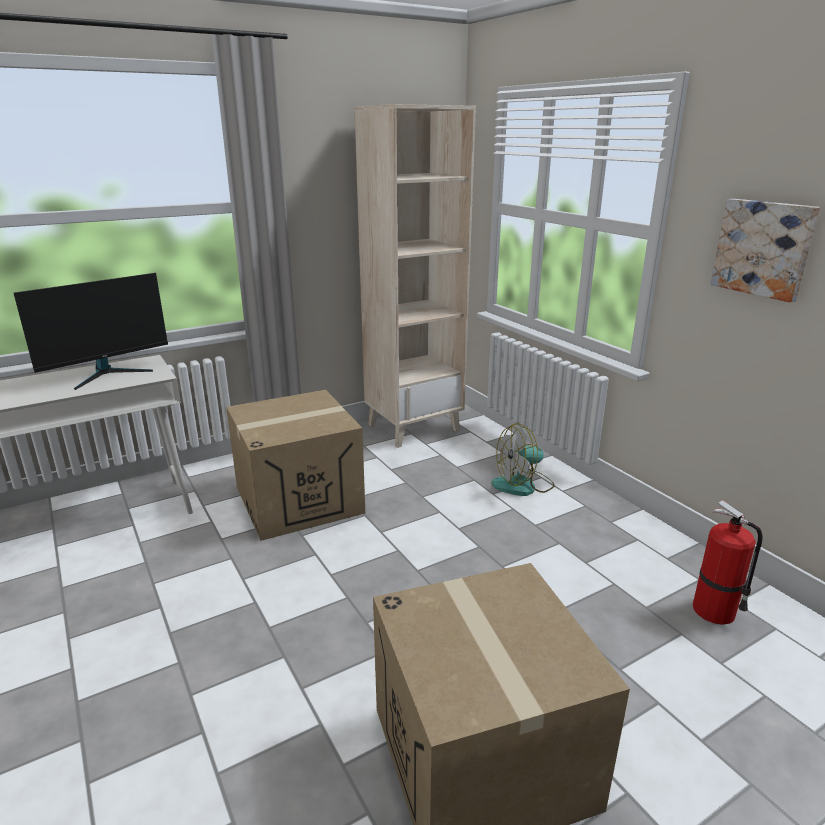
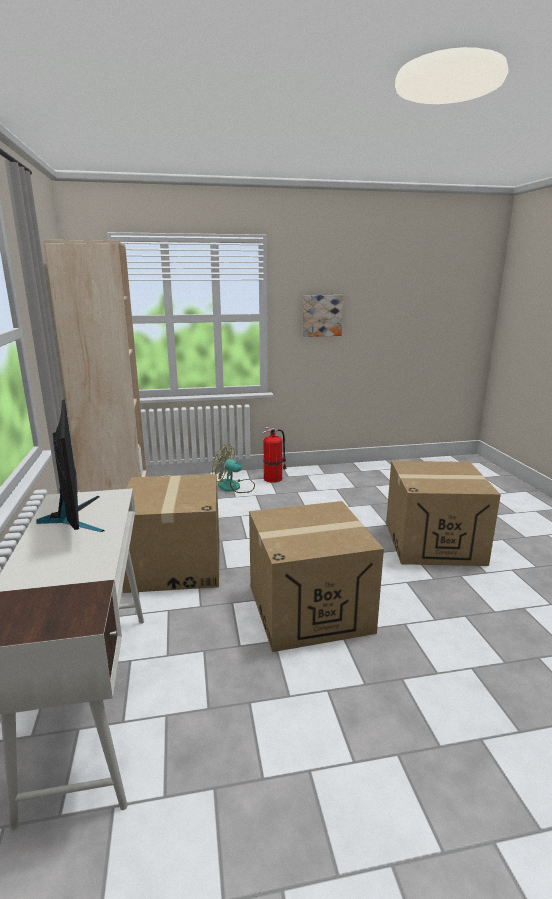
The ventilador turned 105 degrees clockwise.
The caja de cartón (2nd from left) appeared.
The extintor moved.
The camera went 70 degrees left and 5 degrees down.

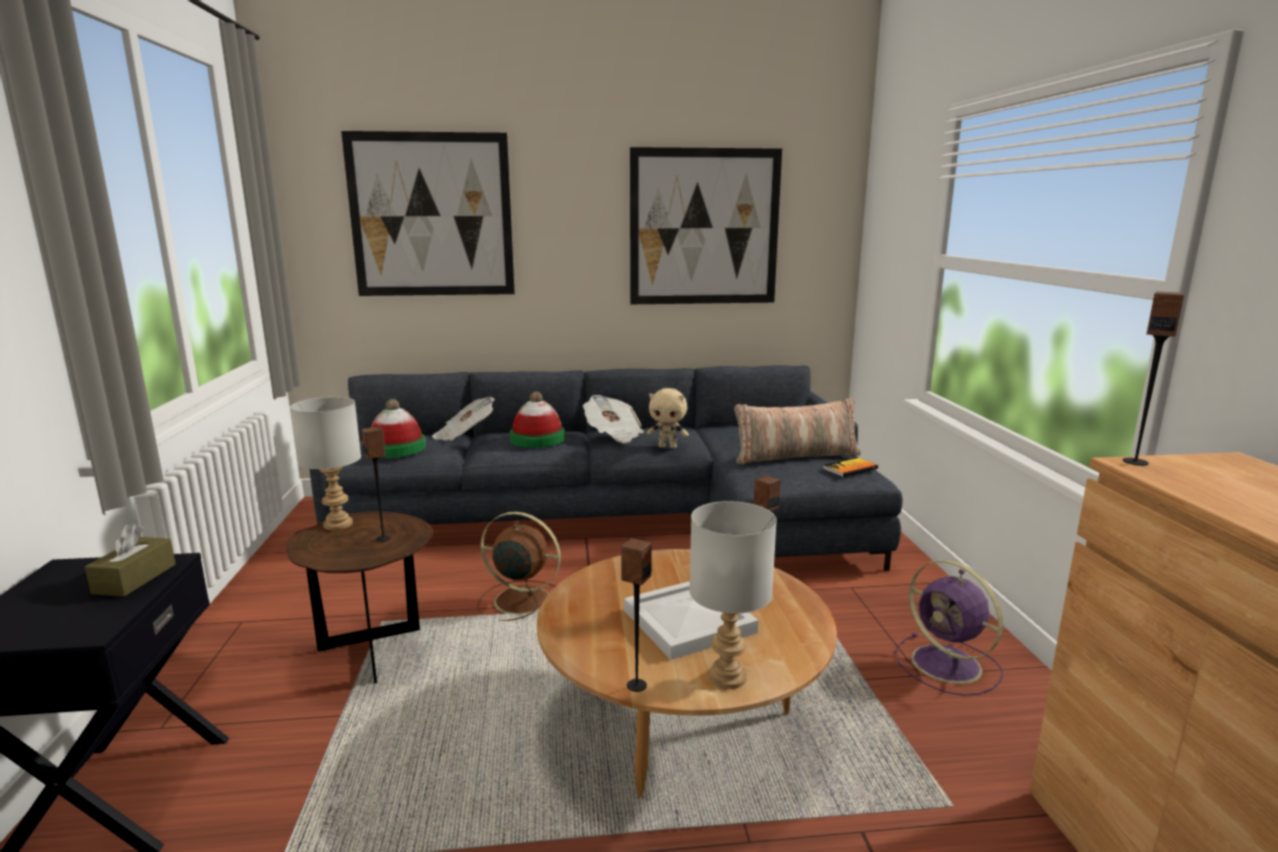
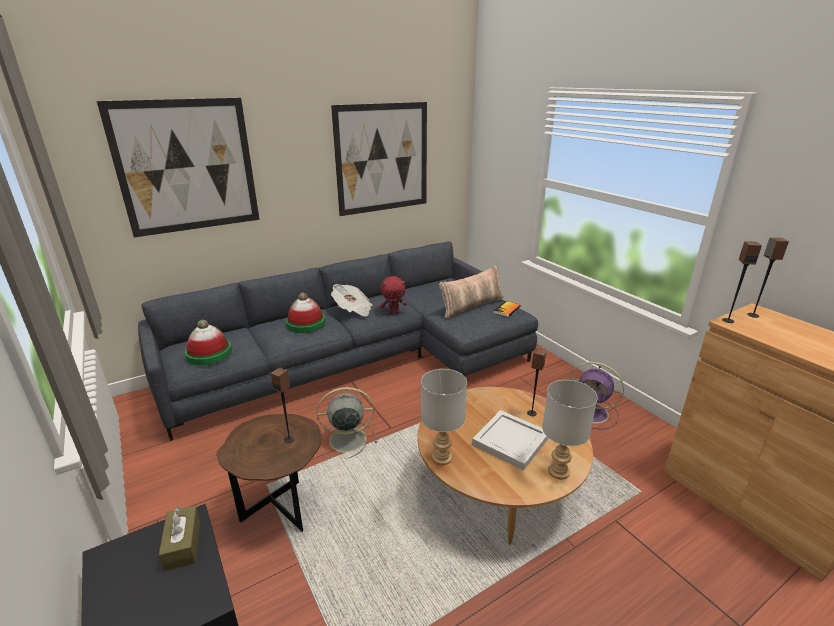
The ventilador/marrón became the ventilador/gris.
The peluche/beis became the peluche/rojo.
The lámpara de mesa/gris (1st from left) moved.
The altavoz (2nd from left in the first image) moved.
The periódico (1st from left) disappeared.
The camera went 25 degrees left and 10 degrees up.

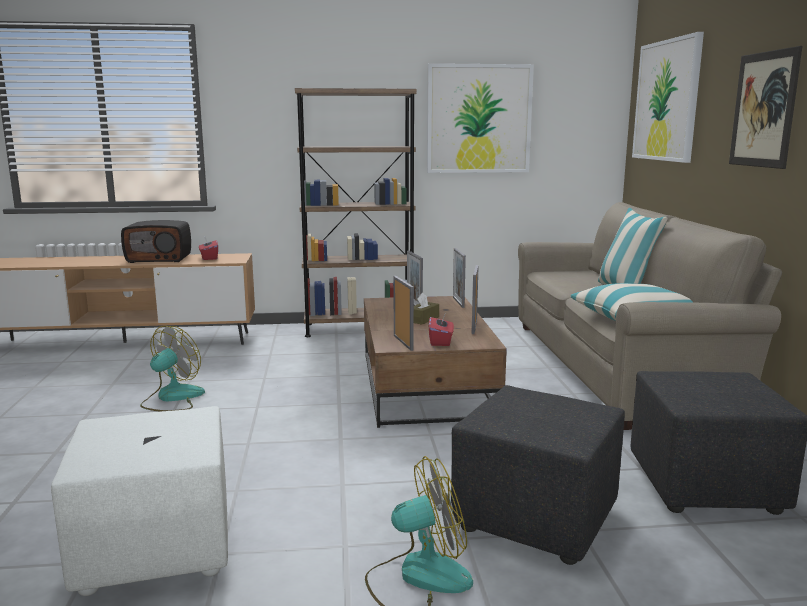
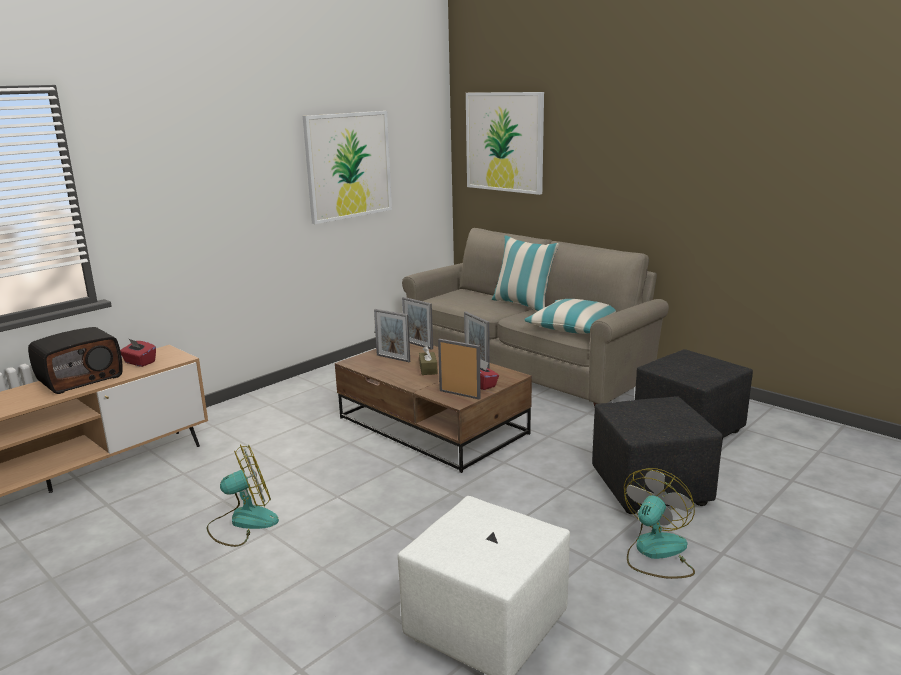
The ventilador (1st from left) turned 75 degrees clockwise.
The estantería/marrón disappeared.
The cuadro (3rd from left) disappeared.
The camera went 40 degrees left and 5 degrees up.

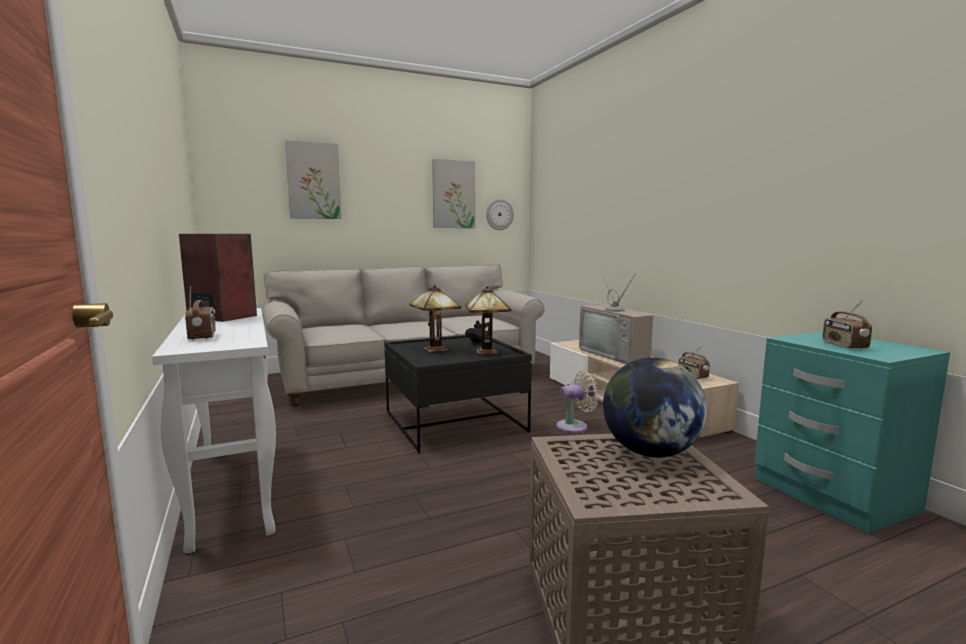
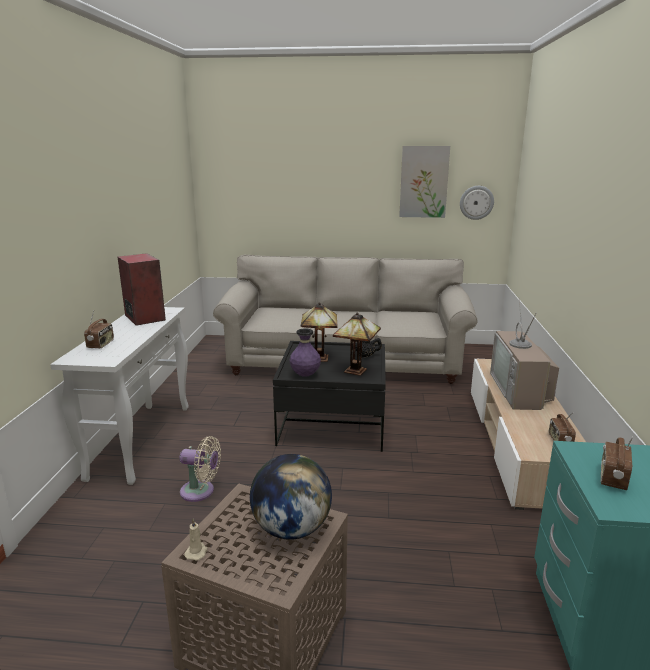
The ventilador/beis moved.
The vela/beis appeared.
The florero/morado appeared.
The cuadro (1st from left) disappeared.
The camera went 30 degrees right and 10 degrees up.

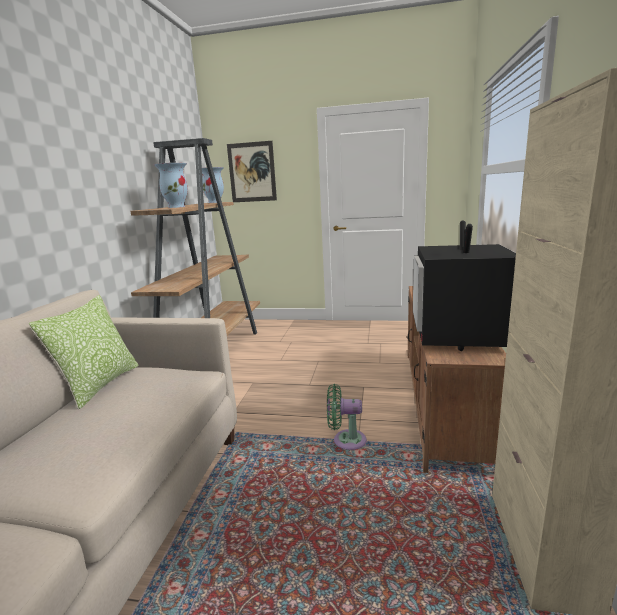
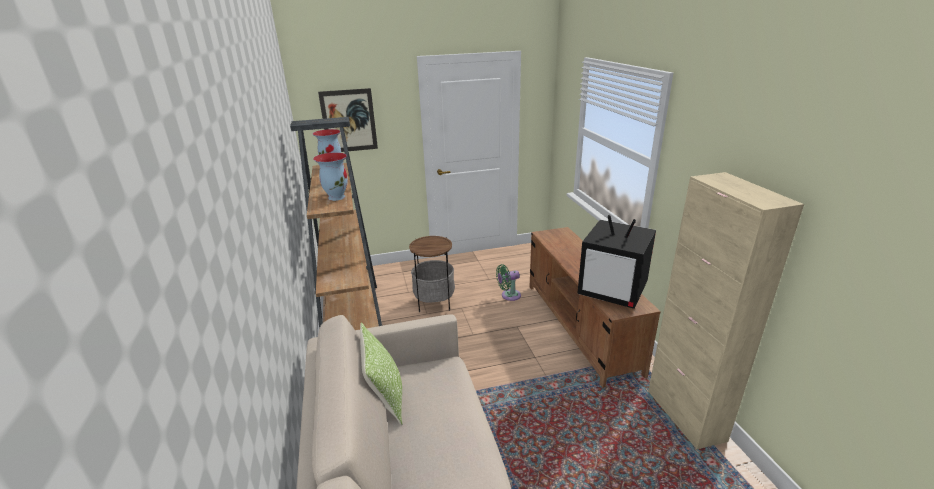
The mesa auxiliar appeared.
The ventilador/verde moved.
The televisor turned 45 degrees counterclockwise.
The camera went 25 degrees left and 10 degrees up.

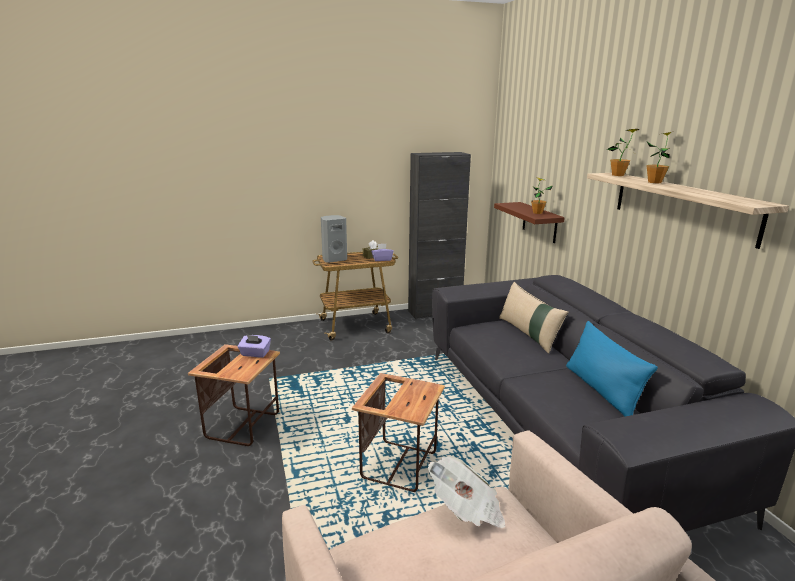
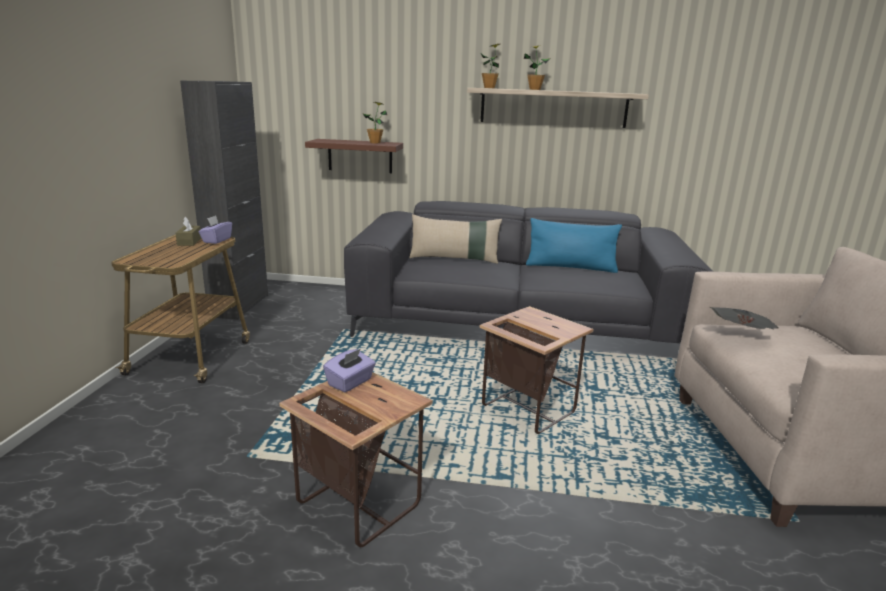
The altavoz/gris disappeared.
The camera went 65 degrees left and 0 degrees up.

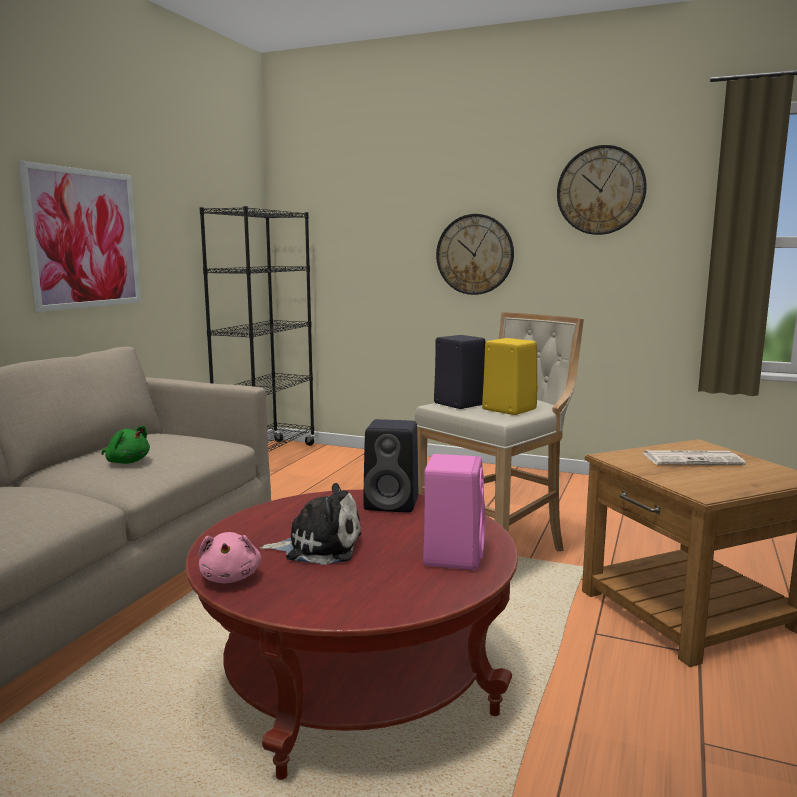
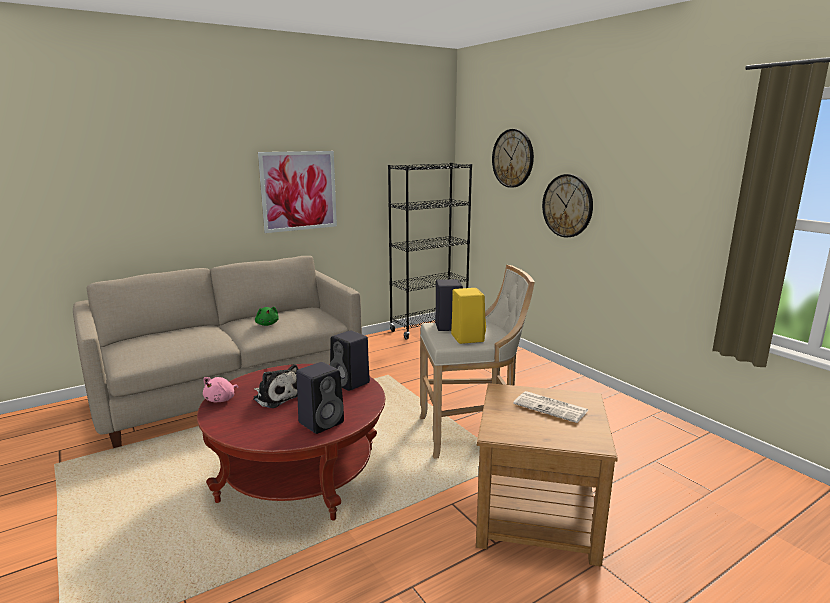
The altavoz/rosa became the altavoz/negro (1st from left).
The reloj de pared (2nd from left in the first image) moved.
The camera went 35 degrees right and 5 degrees up.

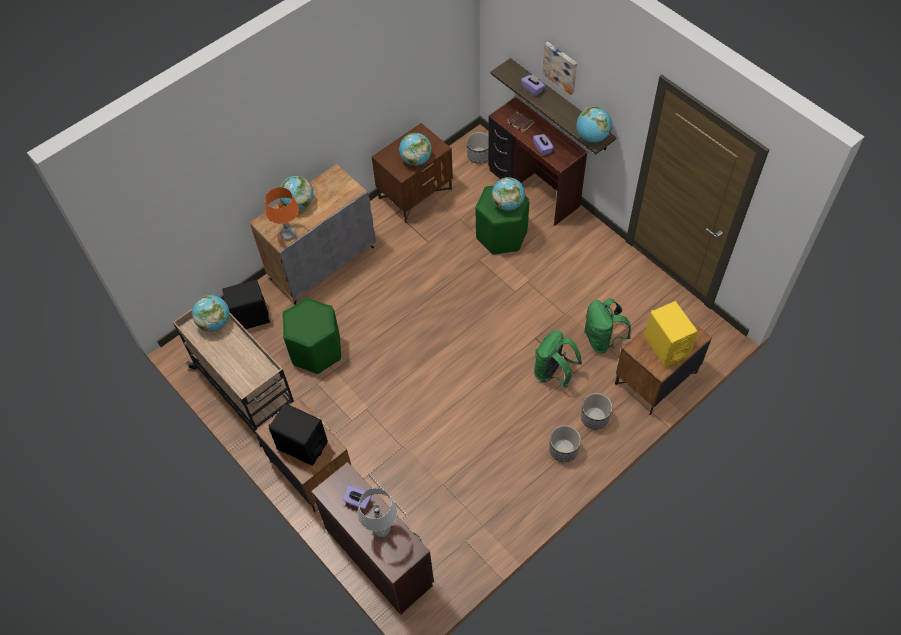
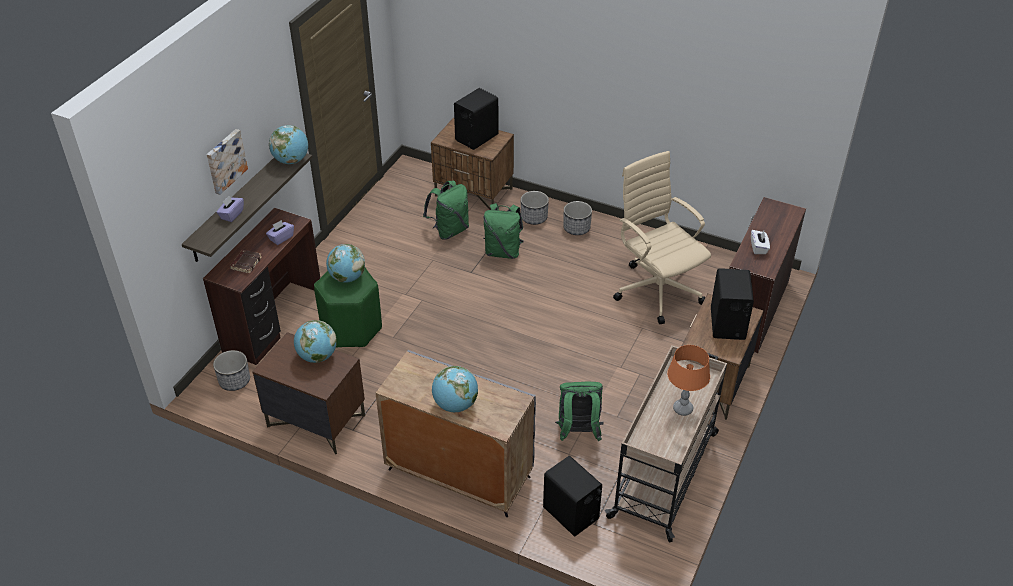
The altavoz/amarillo became the altavoz/negro (1st from left).
The taburete/verde (1st from left) was replaced by the mochila/verde (3rd from left).
The silla de oficina/beis appeared.
The lámpara de mesa/naranja moved.
The caja de pañuelos/morado (1st from left) became the caja de pañuelos/blanco.
The globo terráqueo (1st from left) disappeared.
The lámpara de mesa/gris disappeared.
The camera went 115 degrees left and 15 degrees down.

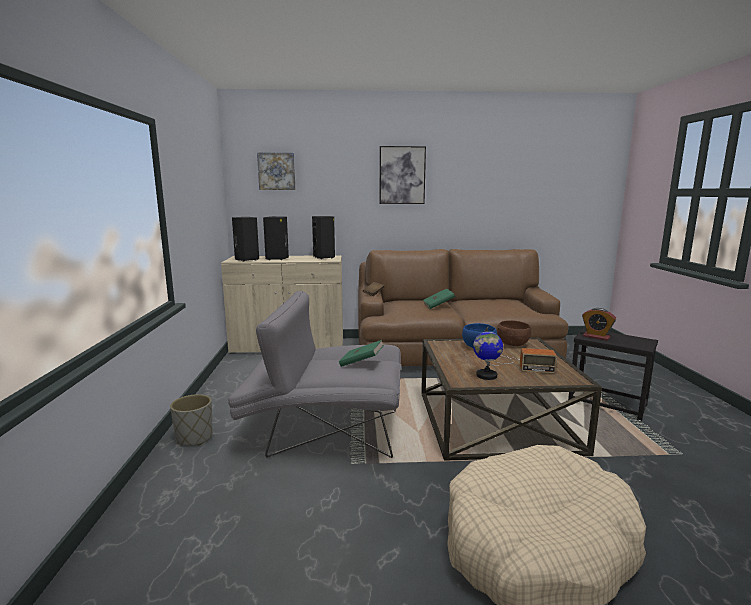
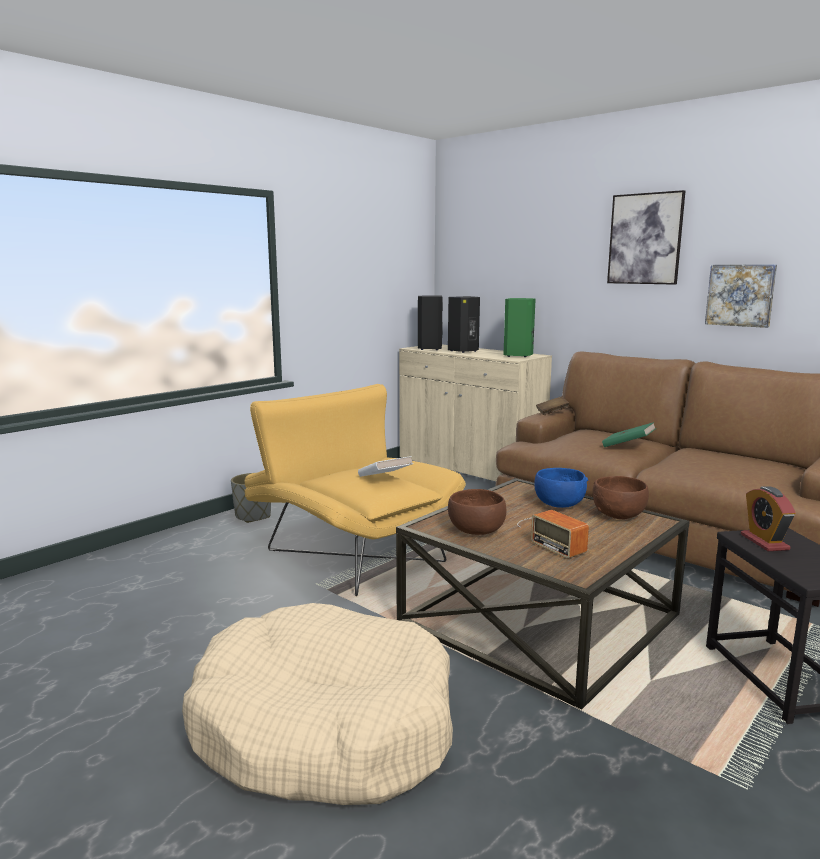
The sillón/gris became the sillón/amarillo.
The libro/verde (1st from left) became the libro/blanco.
The globo terráqueo was replaced by the cuenco/marrón (1st from left).
The altavoz/negro (3rd from left) became the altavoz/verde.
The cuadro (1st from left in the first image) moved.
The camera went 45 degrees right and 0 degrees up.

